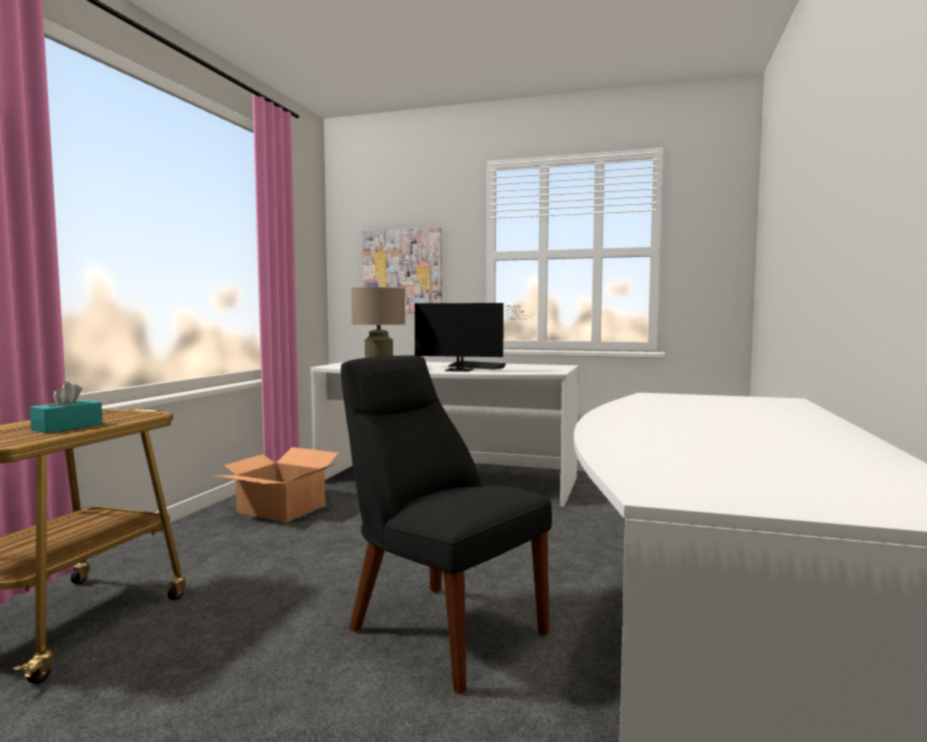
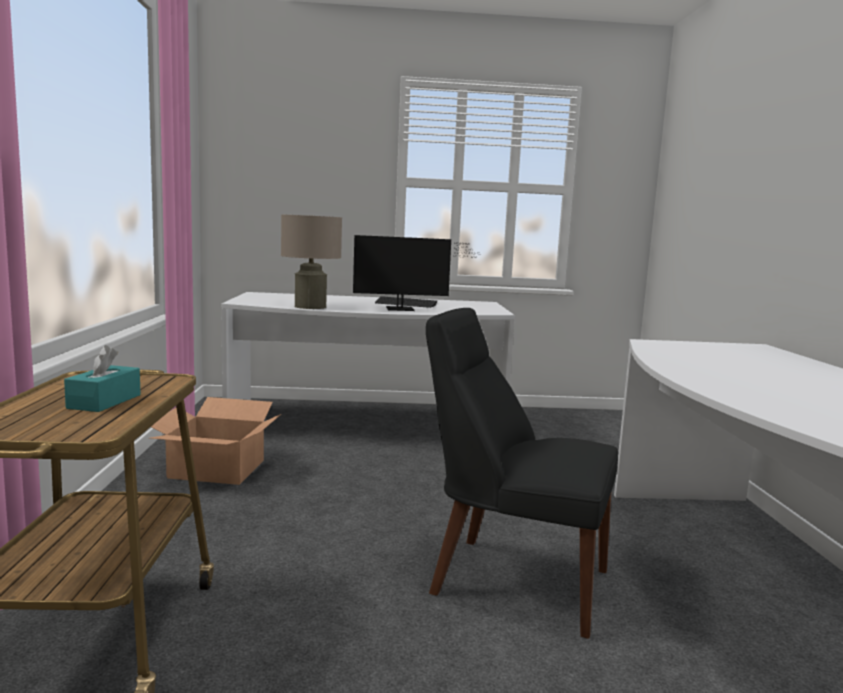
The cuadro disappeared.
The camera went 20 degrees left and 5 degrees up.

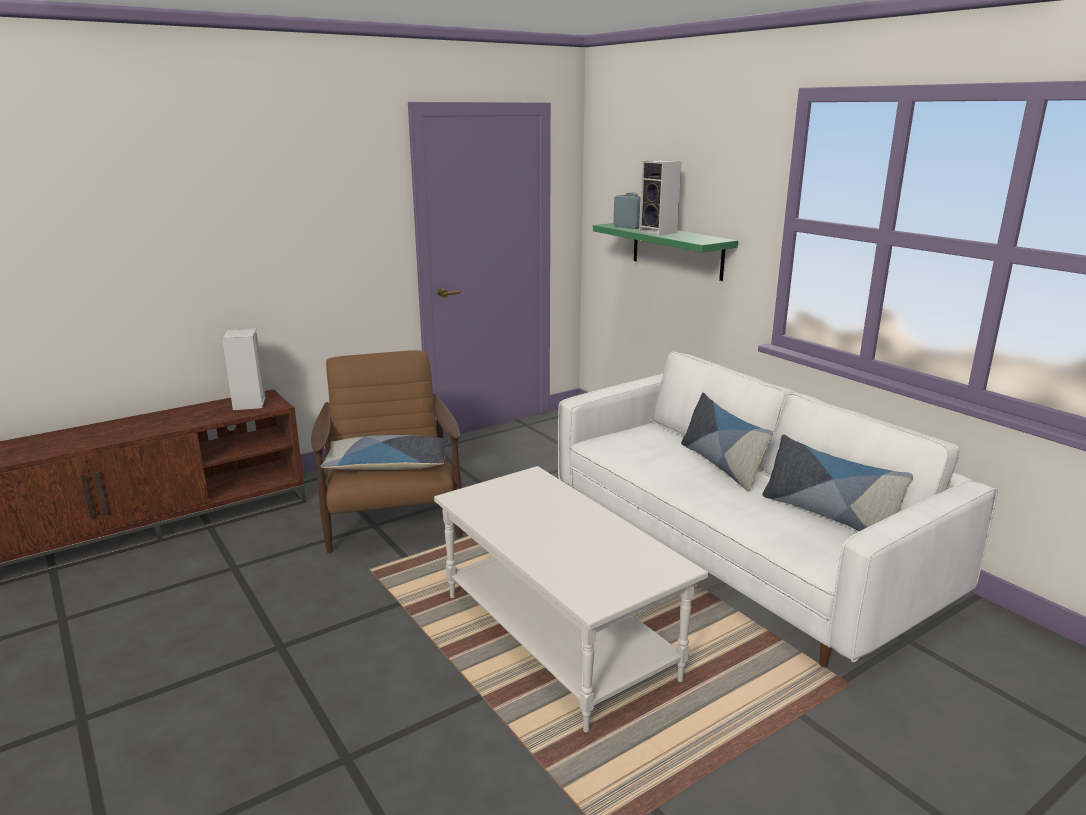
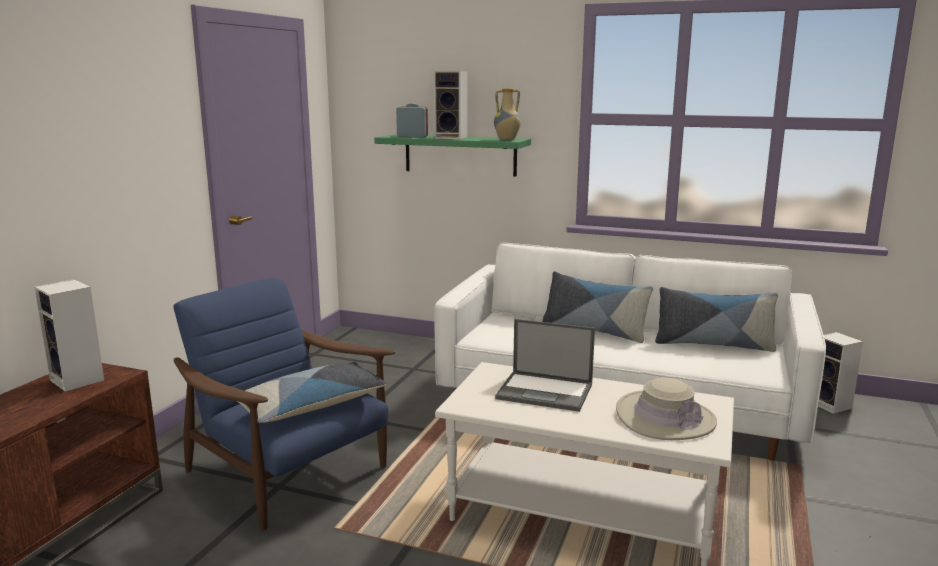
The sillón/marrón became the sillón/azul.
The florero appeared.
The portátil appeared.
The sombrero/beis appeared.
The altavoz (3rd from left) appeared.
The camera went 35 degrees left and 5 degrees down.

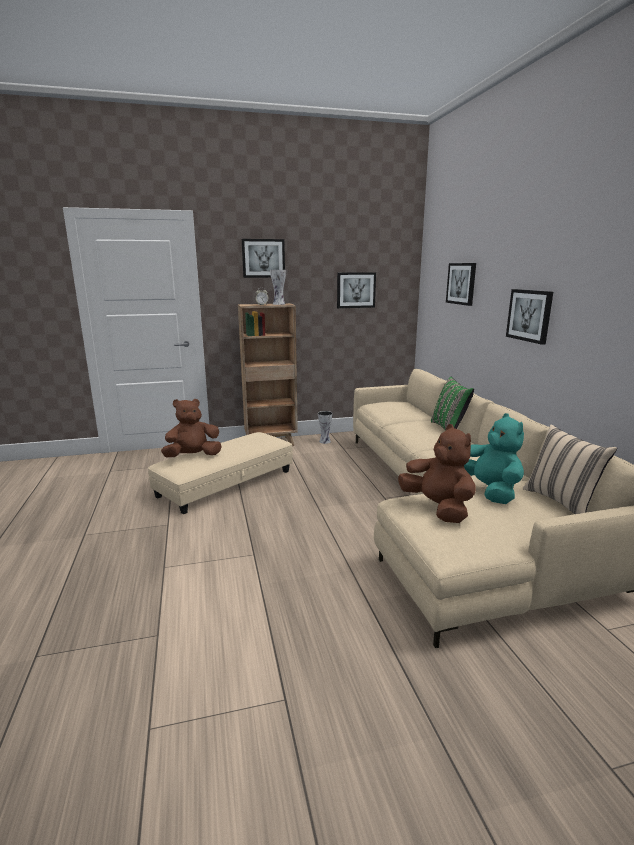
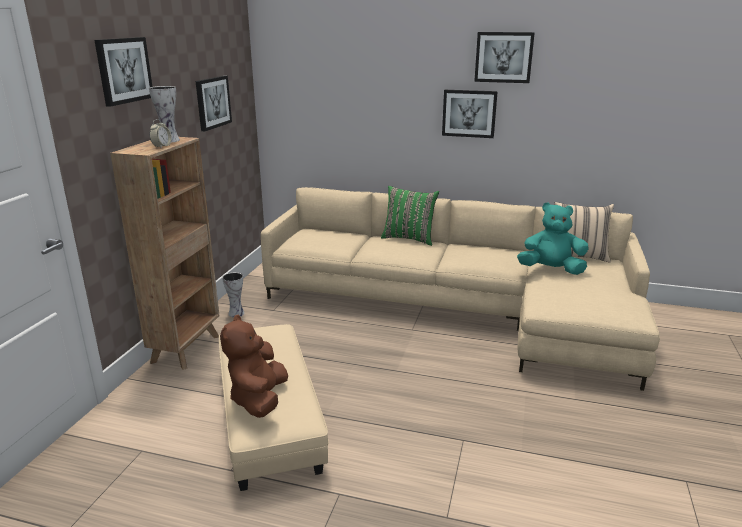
The cuadro (3rd from left in the first image) moved.
The peluche/marrón (2nd from left) disappeared.
The camera went 60 degrees left and 5 degrees up.

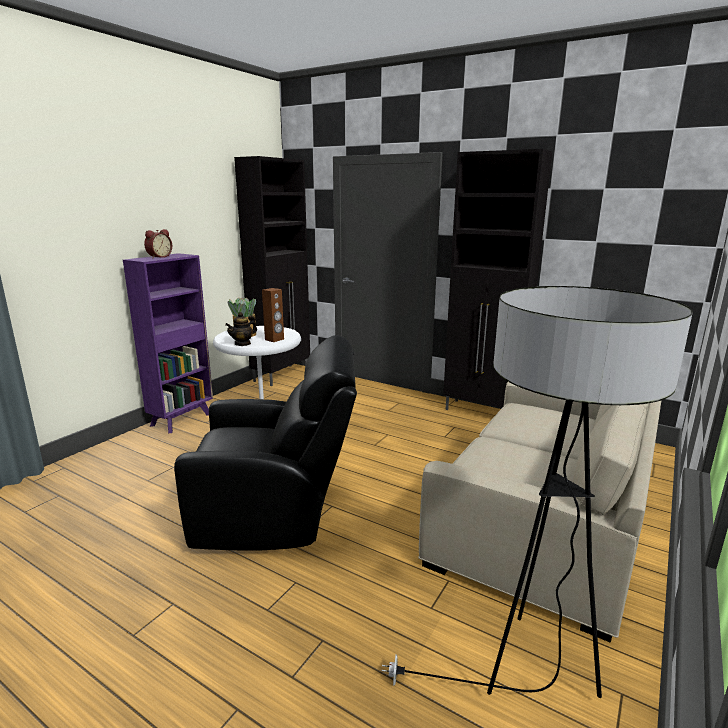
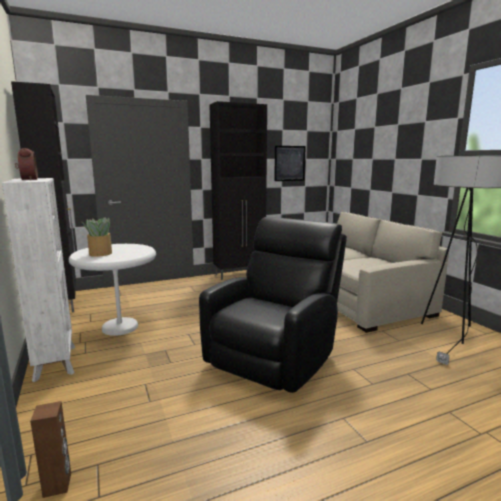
The estantería/morado became the estantería/blanco.
The altavoz/marrón moved.
The cuadro appeared.
The tetera disappeared.
The camera went 55 degrees left and 5 degrees down.

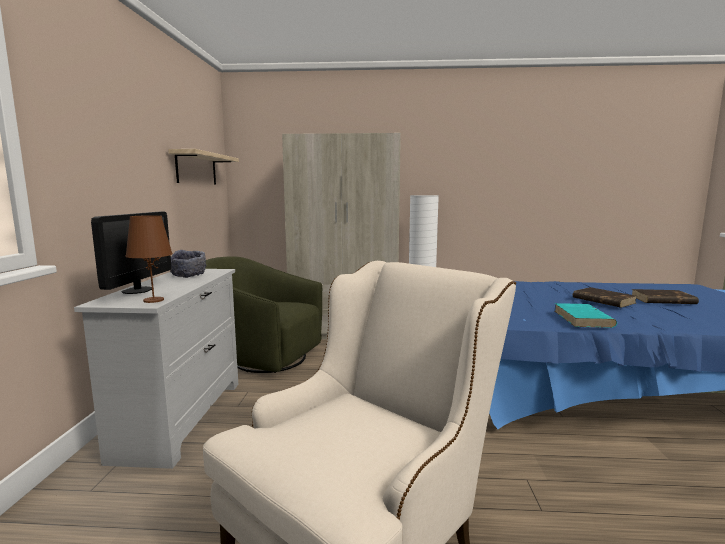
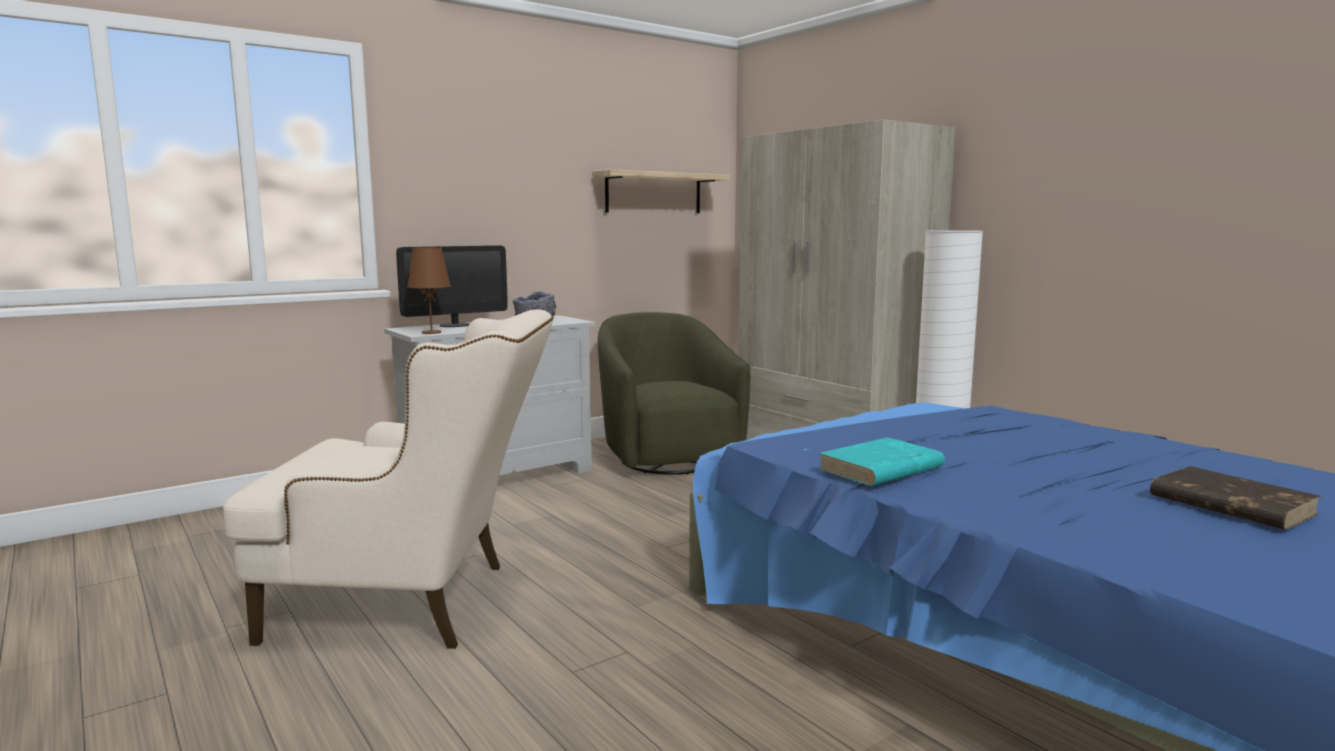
The libro/marrón (1st from left) disappeared.
The camera went 50 degrees right and 0 degrees up.

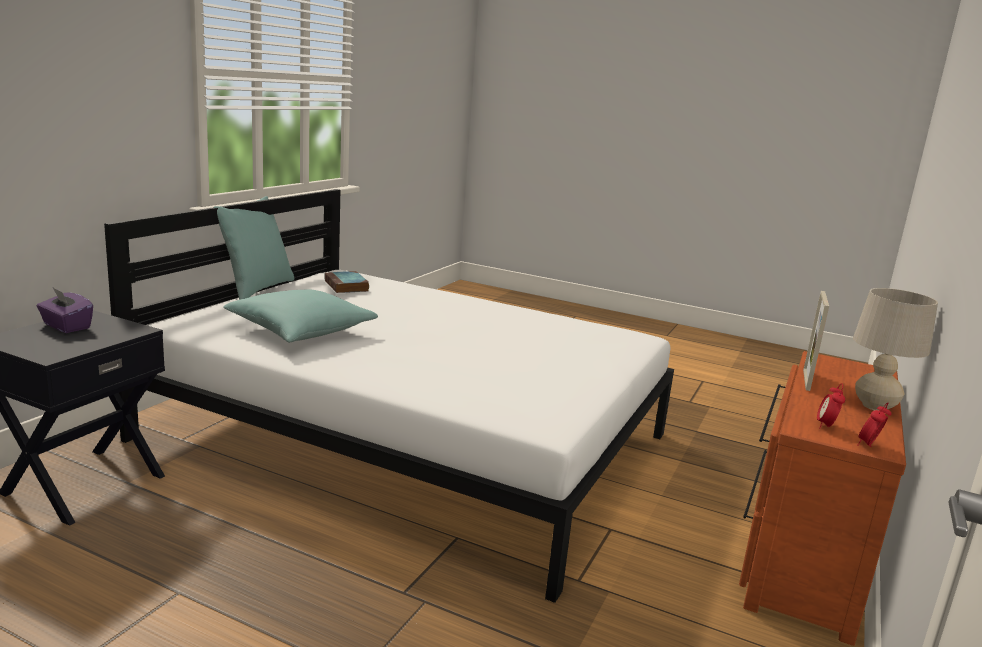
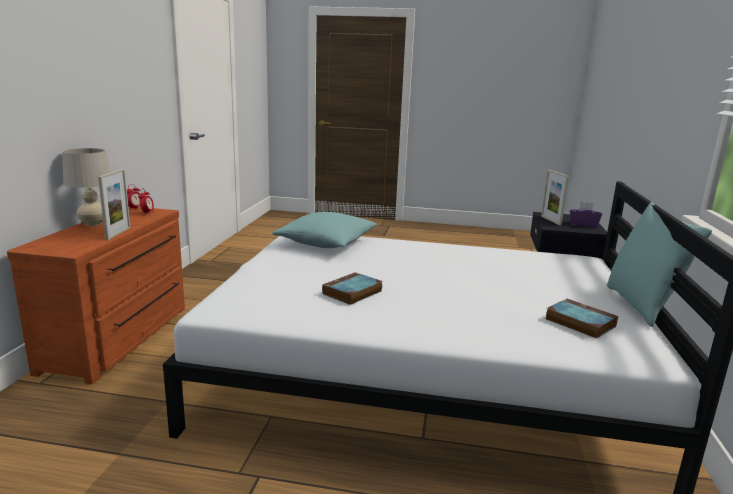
The cojín/turquesa (2nd from left in the first image) moved.
The libro (1st from left) appeared.
The portarretratos (2nd from left) appeared.
The camera went 165 degrees right and 0 degrees up.

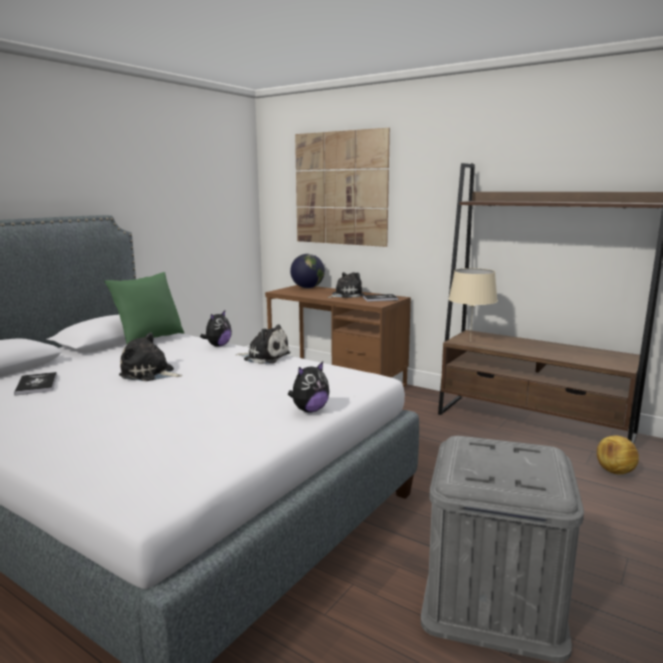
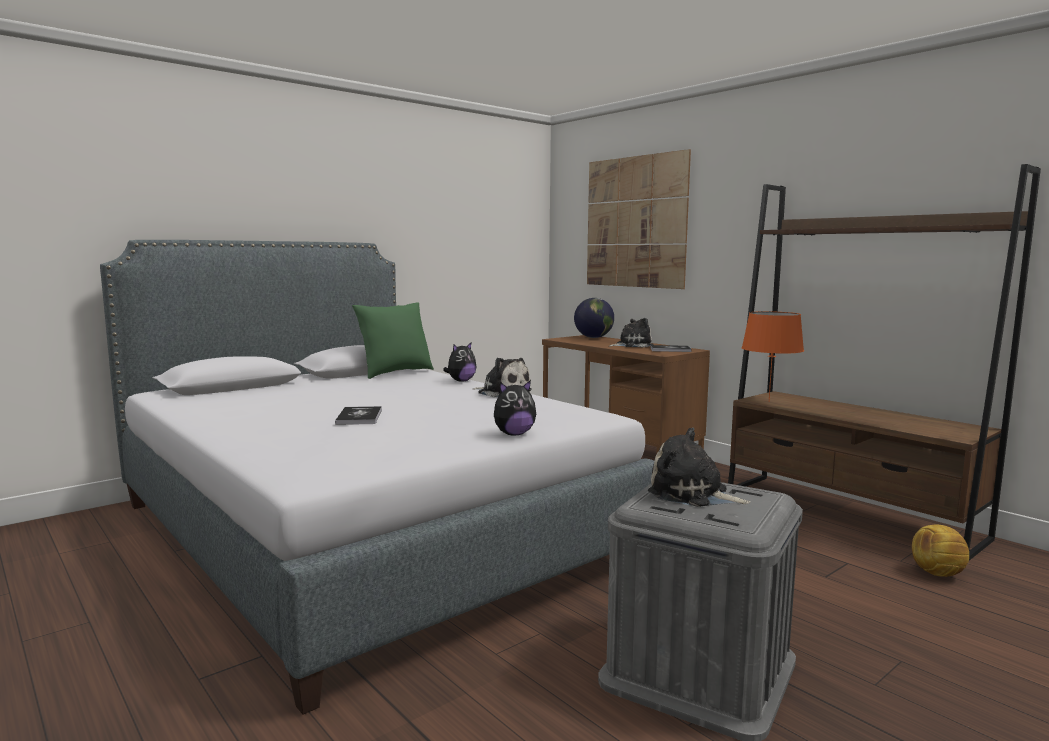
The libro (1st from left) moved.
The peluche (1st from left in the first image) moved.
The lámpara de mesa/beis became the lámpara de mesa/naranja.
The camera went 15 degrees right and 5 degrees down.

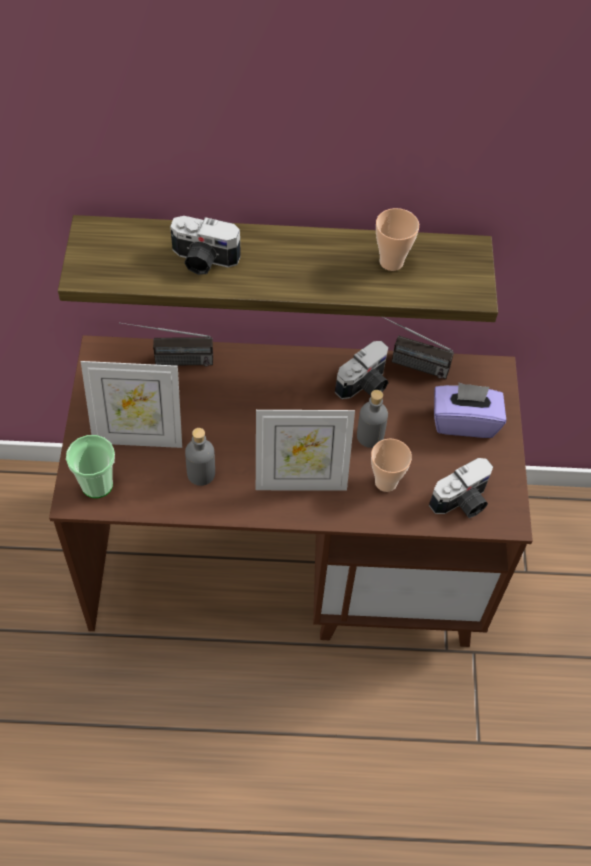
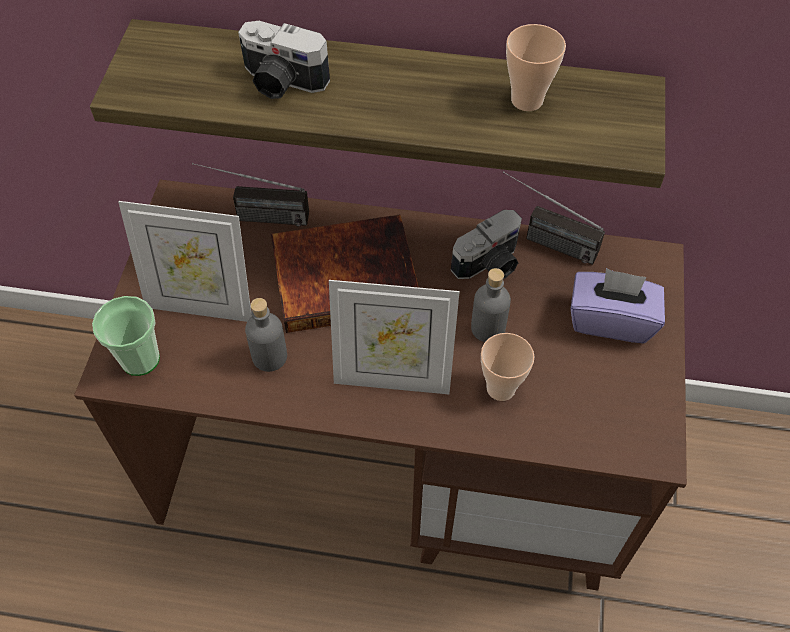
The libro appeared.
The cámara (3rd from left) disappeared.
The camera went 10 degrees right and 0 degrees up.

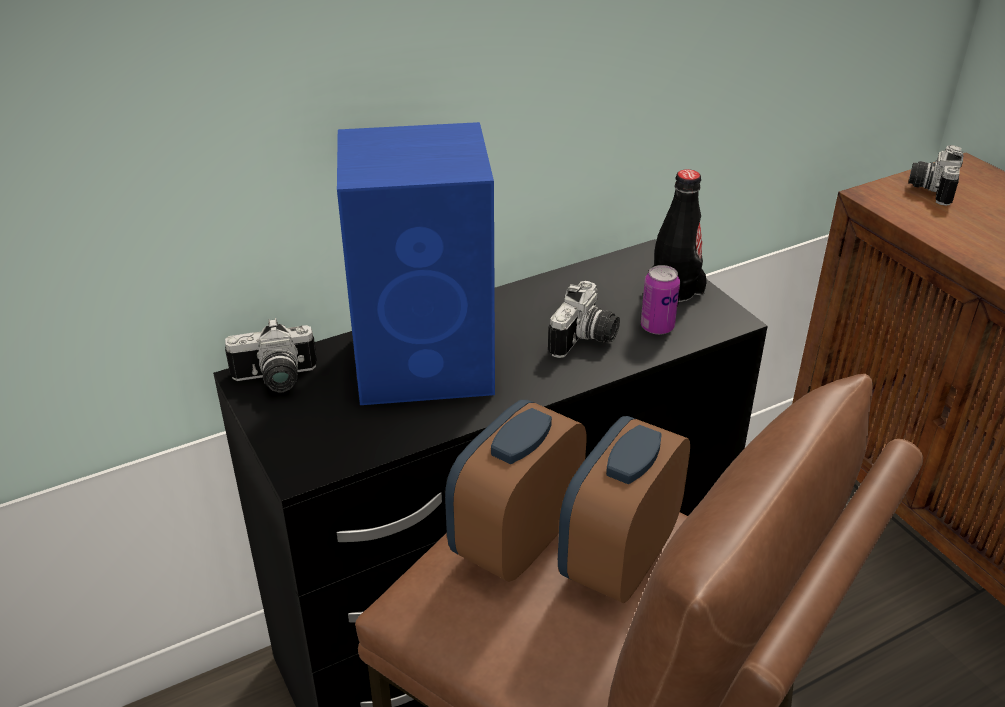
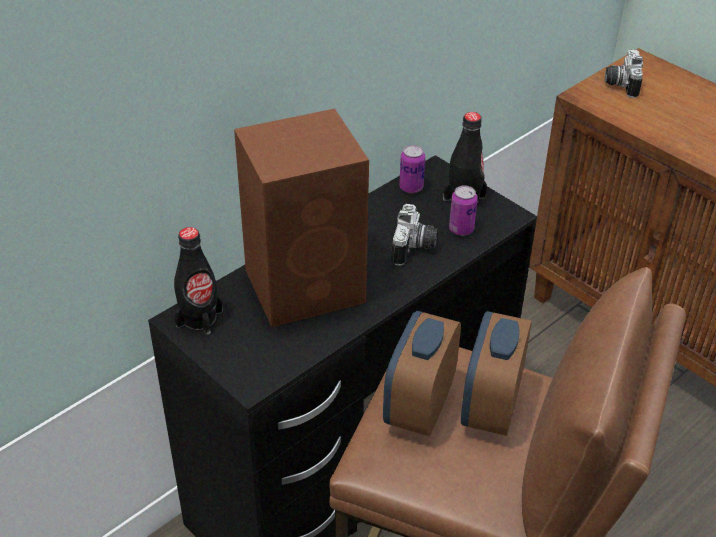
The cámara (1st from left) was replaced by the botella/negro (1st from left).
The altavoz/azul became the altavoz/marrón.
The lata (1st from left) appeared.
The camera went 15 degrees left and 5 degrees up.

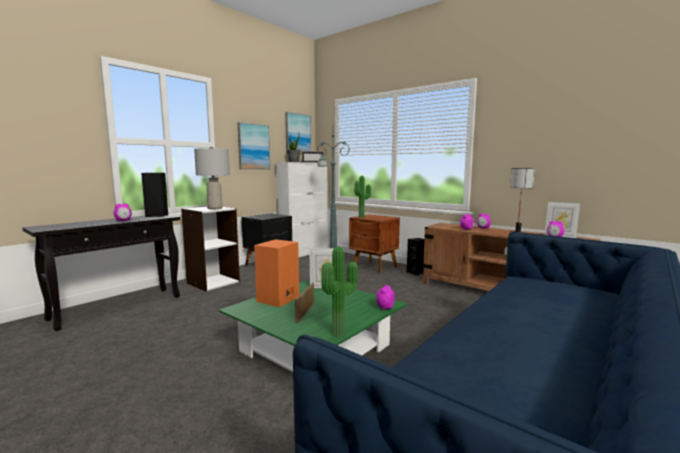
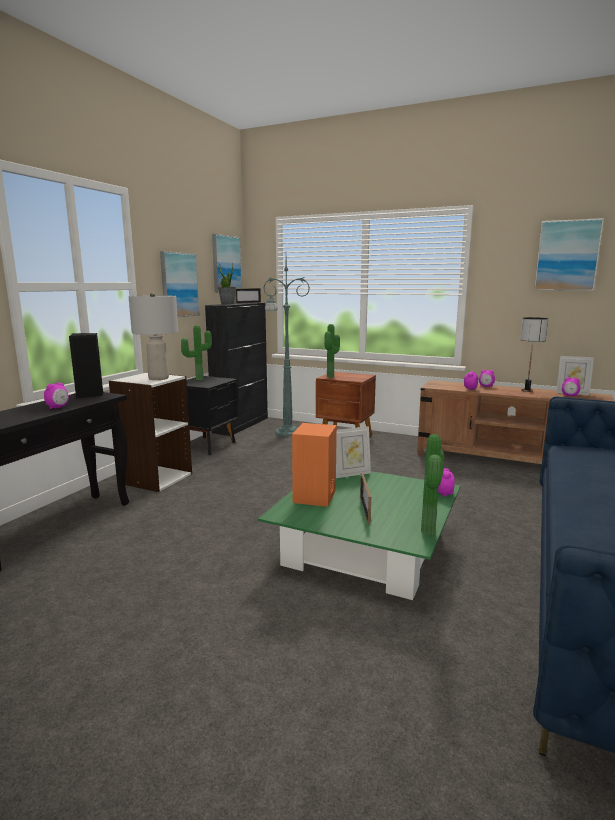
The planta en maceta (1st from left) appeared.
The armario/blanco became the armario/negro.
The cuadro (3rd from left) appeared.
The altavoz/negro (2nd from left) disappeared.
The camera went 15 degrees left and 5 degrees up.

